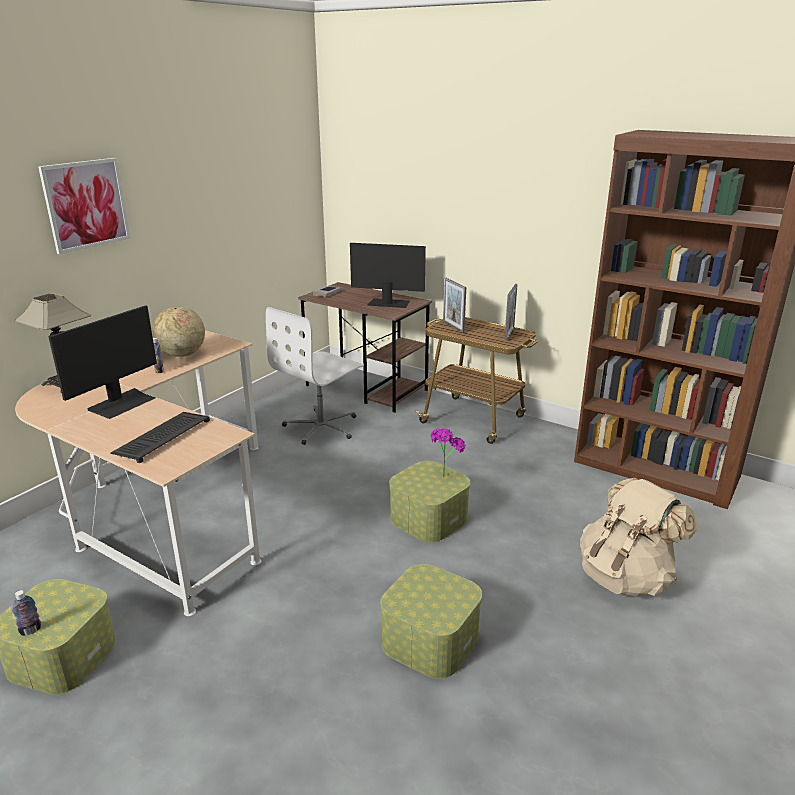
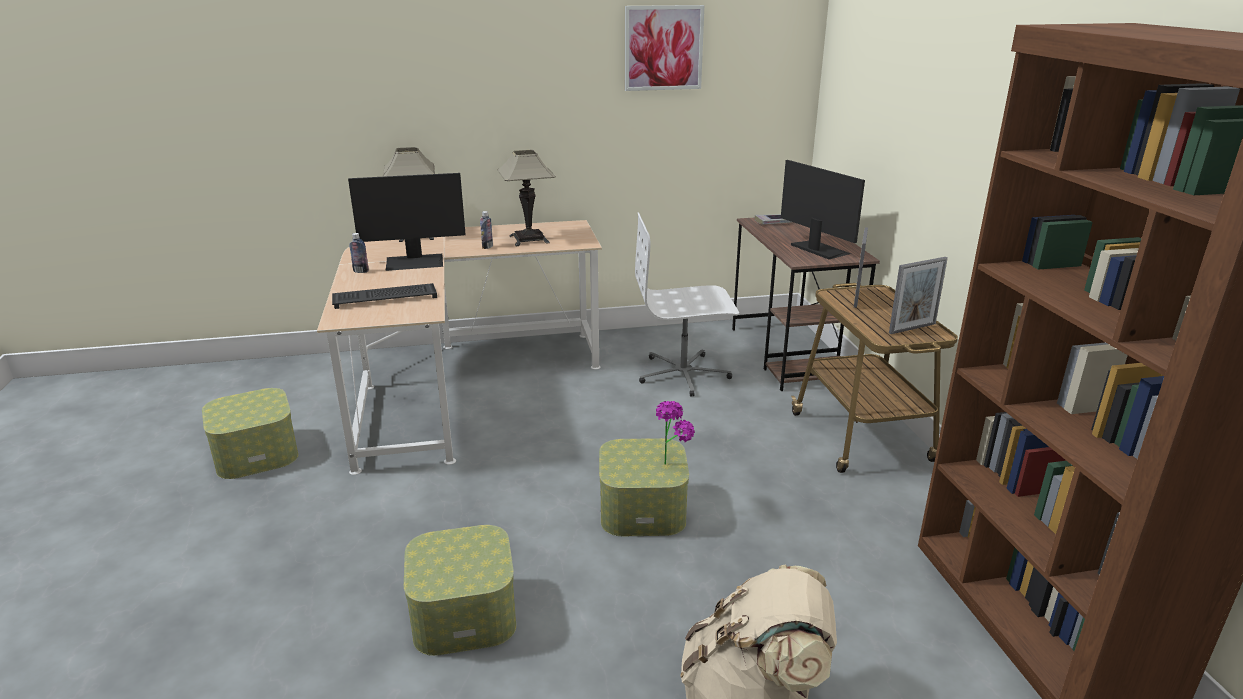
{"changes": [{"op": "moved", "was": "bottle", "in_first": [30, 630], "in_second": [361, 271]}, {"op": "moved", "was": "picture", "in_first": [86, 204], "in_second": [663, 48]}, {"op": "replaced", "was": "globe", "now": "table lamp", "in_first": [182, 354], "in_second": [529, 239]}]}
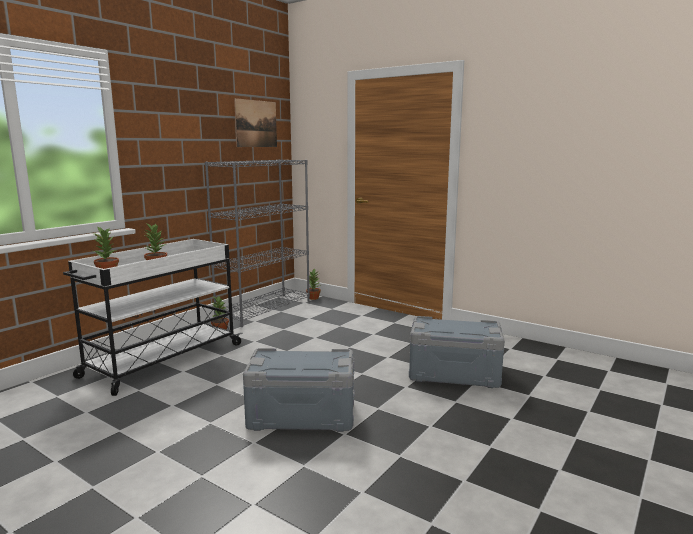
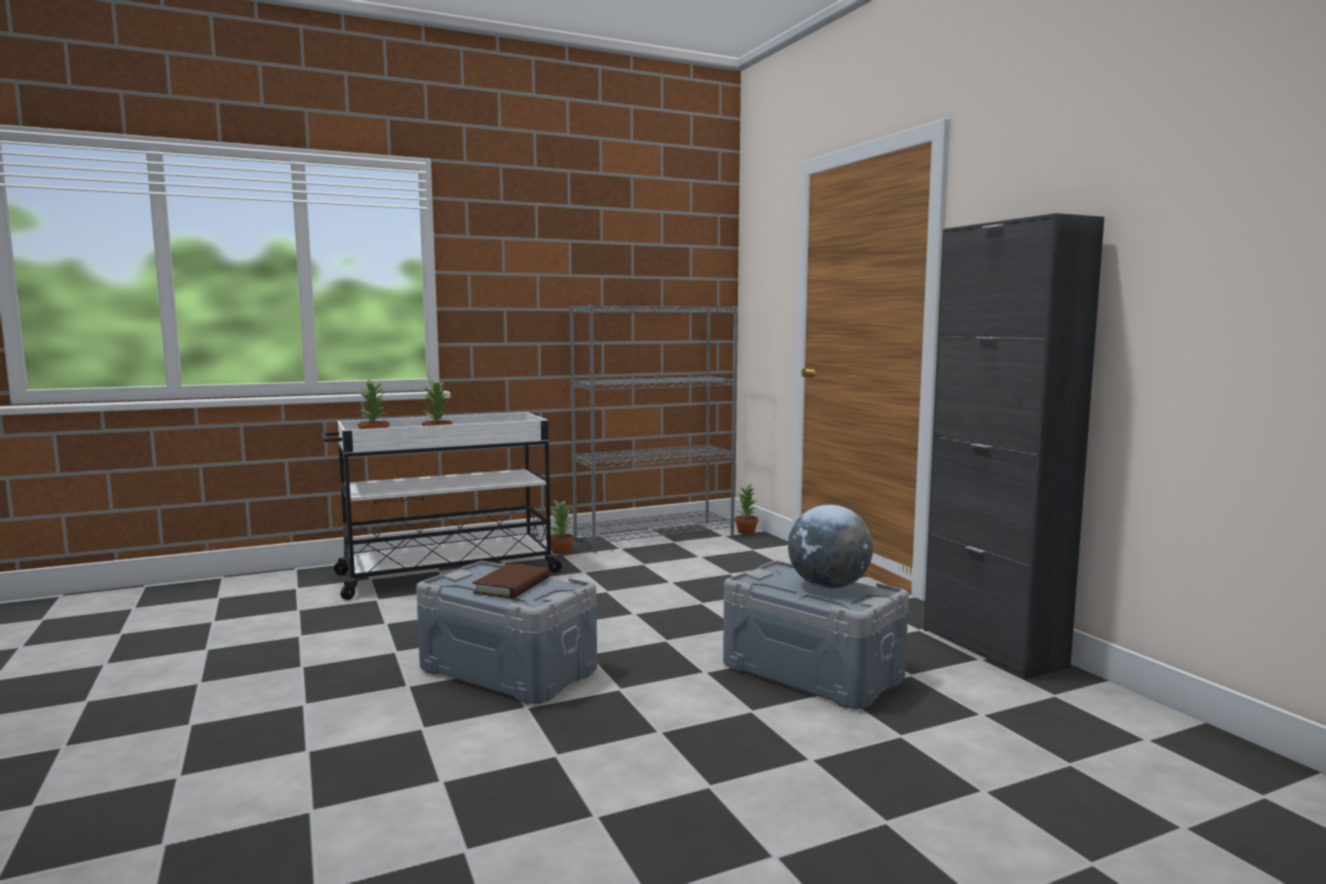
{"changes": [{"op": "removed", "was": "picture", "in_first": [256, 123]}, {"op": "added", "now": "brown book", "in_second": [512, 585]}, {"op": "added", "now": "globe", "in_second": [829, 586]}, {"op": "added", "now": "black cabinet", "in_second": [992, 648]}]}
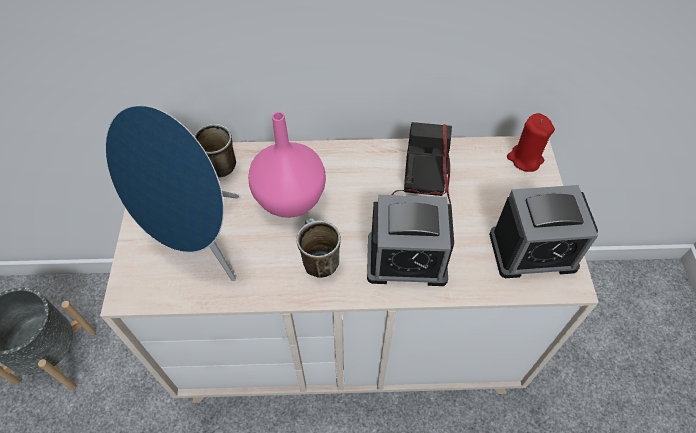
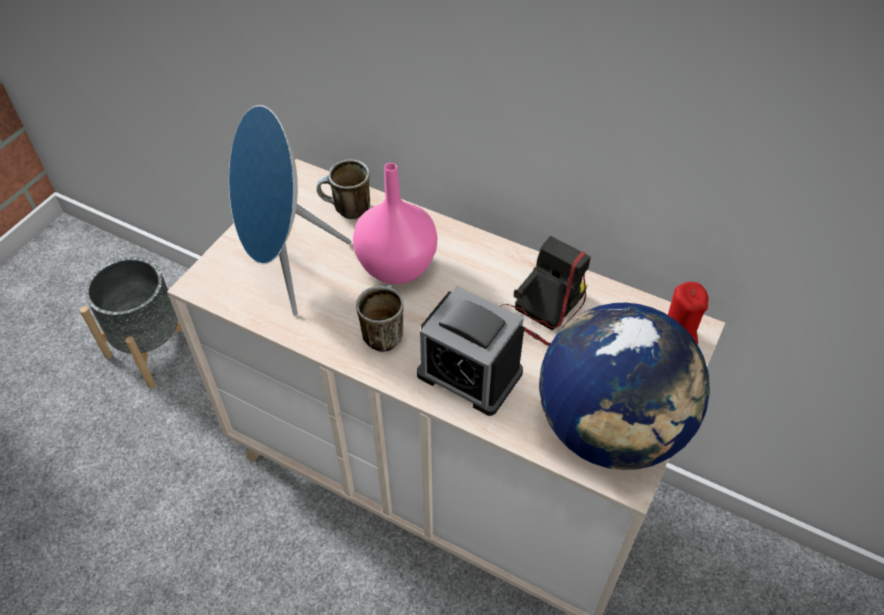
{"changes": [{"op": "replaced", "was": "alarm clock", "now": "globe", "in_first": [532, 251], "in_second": [610, 429]}]}
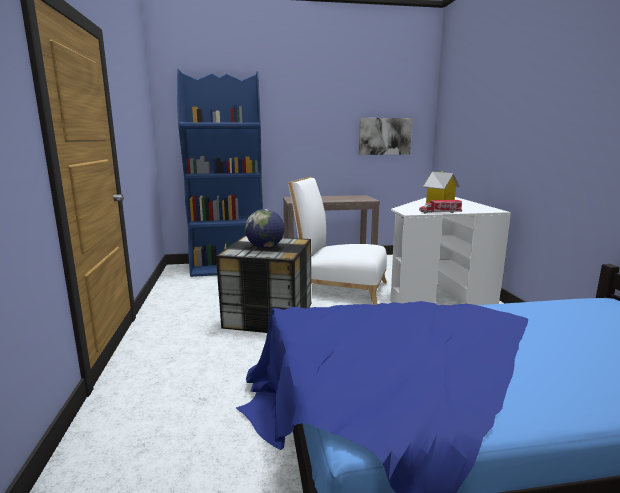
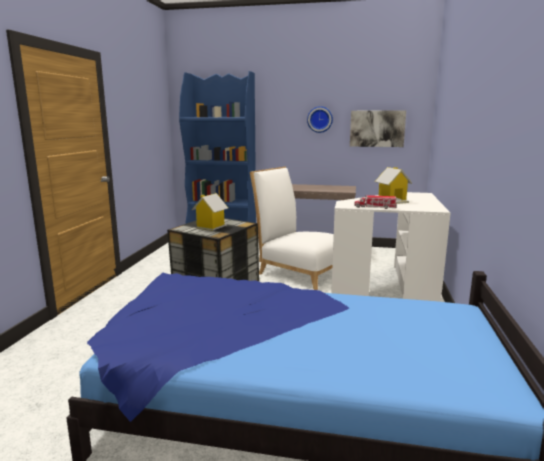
{"changes": [{"op": "replaced", "was": "globe", "now": "toy house", "in_first": [265, 247], "in_second": [210, 227]}, {"op": "added", "now": "wall clock", "in_second": [320, 119]}]}
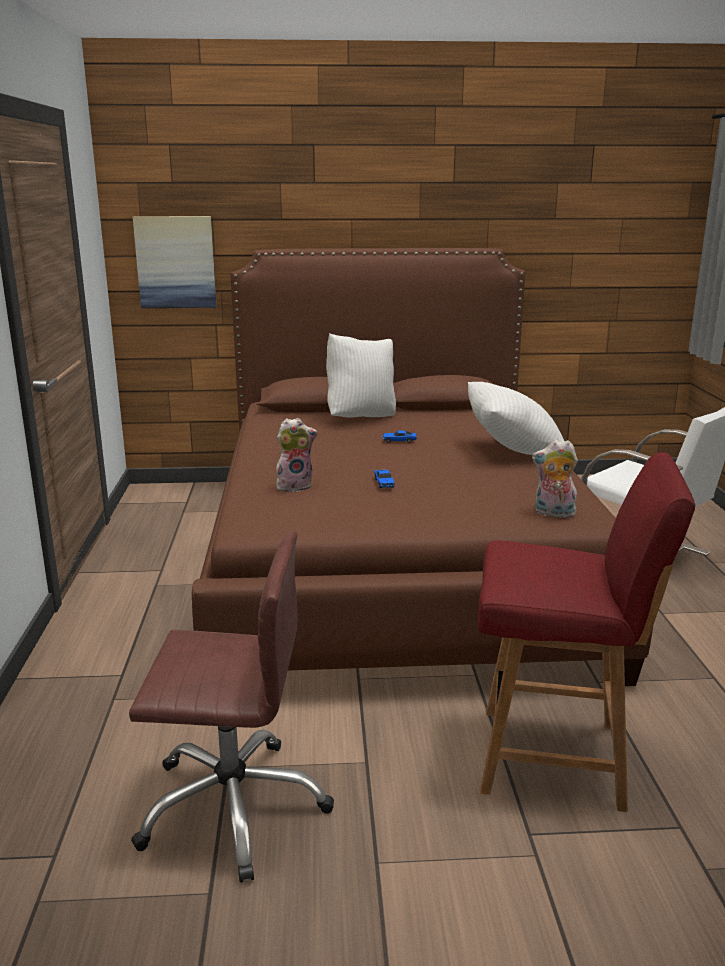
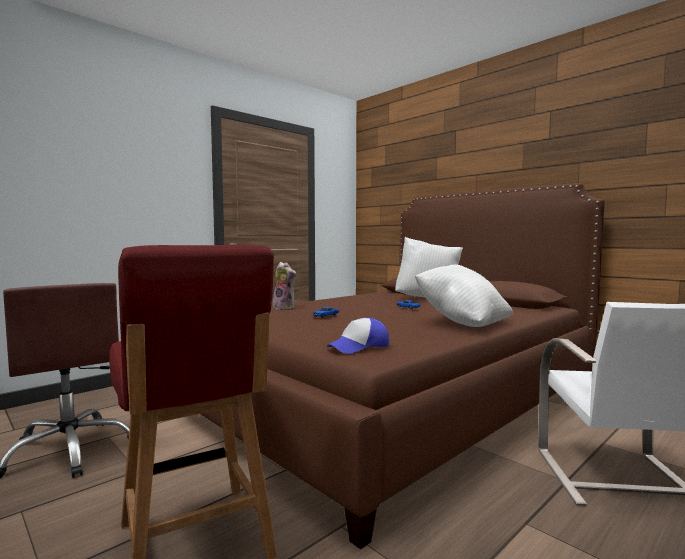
{"changes": [{"op": "removed", "was": "picture", "in_first": [176, 262]}, {"op": "replaced", "was": "plush toy", "now": "cap", "in_first": [553, 514], "in_second": [359, 347]}]}
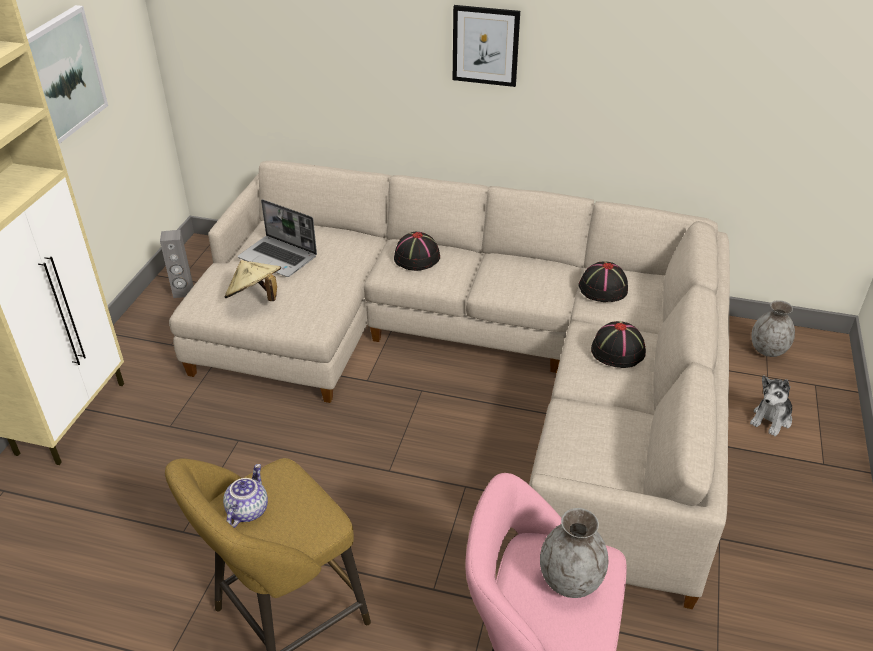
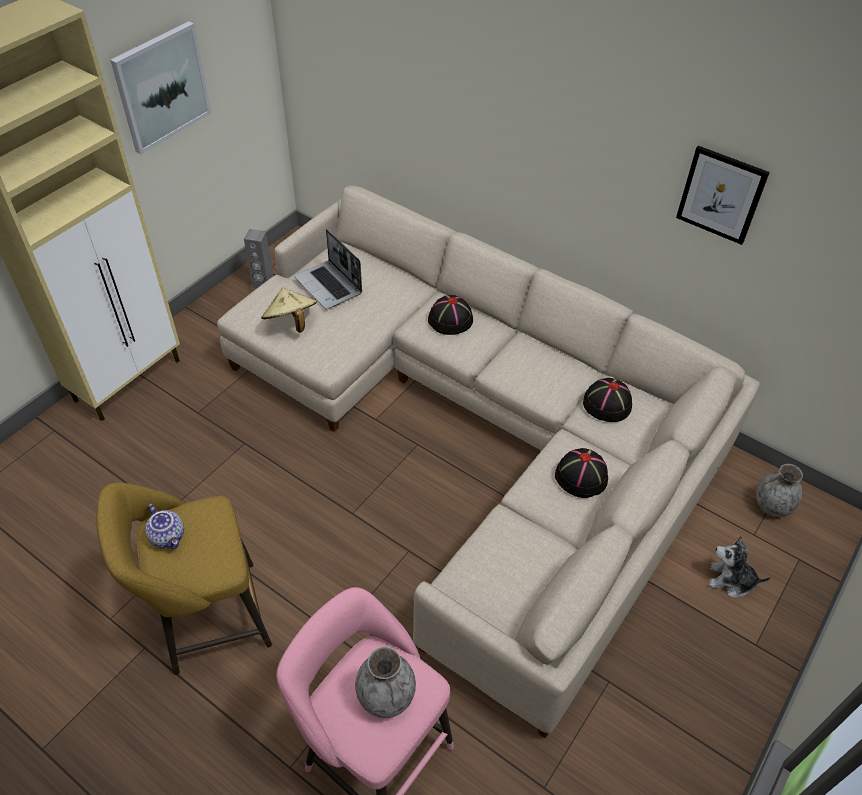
{"changes": [{"op": "turned", "was": "teapot", "in_first": [247, 510], "in_second": [169, 536], "clockwise": 105}, {"op": "moved", "was": "picture", "in_first": [485, 45], "in_second": [721, 195]}, {"op": "turned", "was": "plush toy", "in_first": [771, 419], "in_second": [731, 581], "clockwise": 45}]}
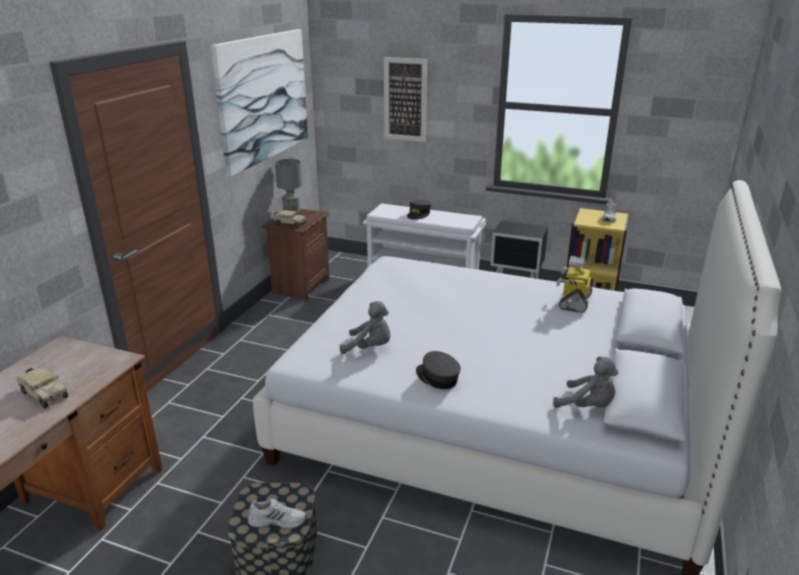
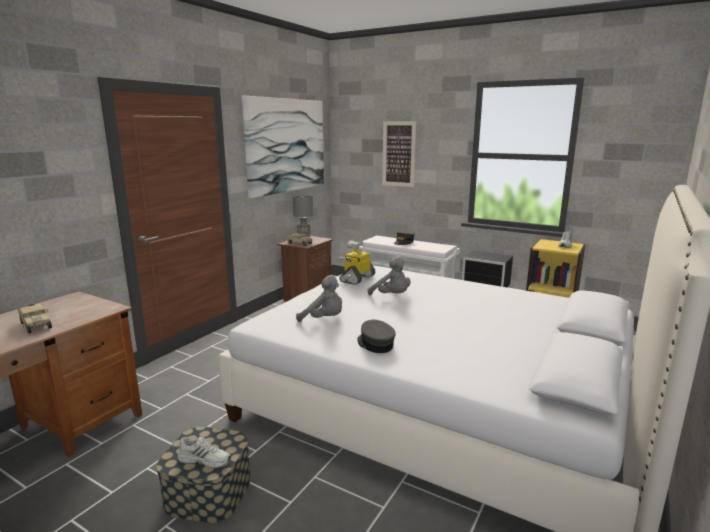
{"changes": [{"op": "moved", "was": "grey plush toy", "in_first": [588, 406], "in_second": [392, 296]}, {"op": "moved", "was": "toy robot", "in_first": [574, 301], "in_second": [357, 278]}]}
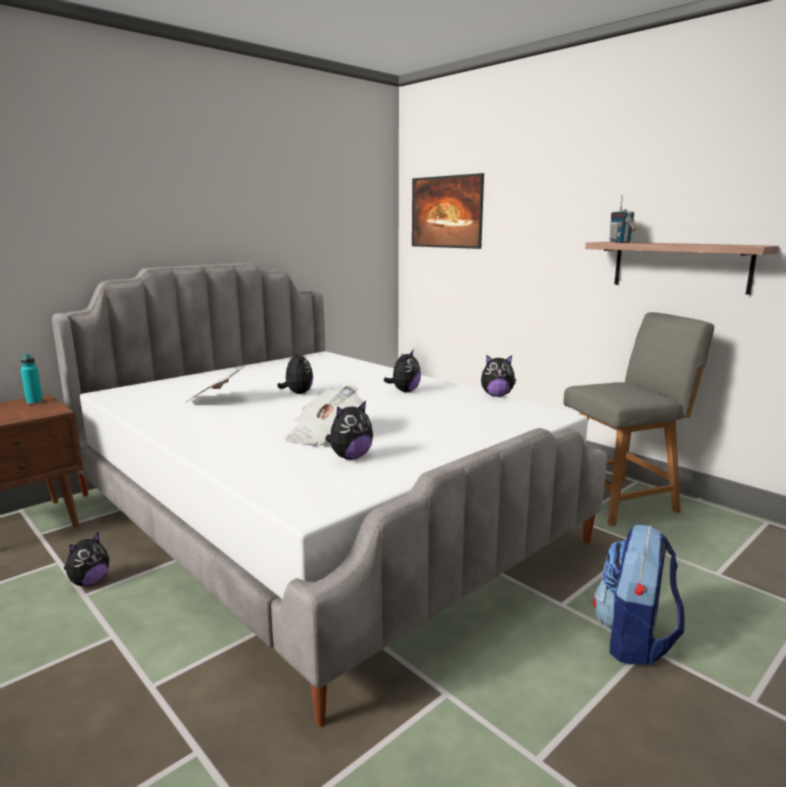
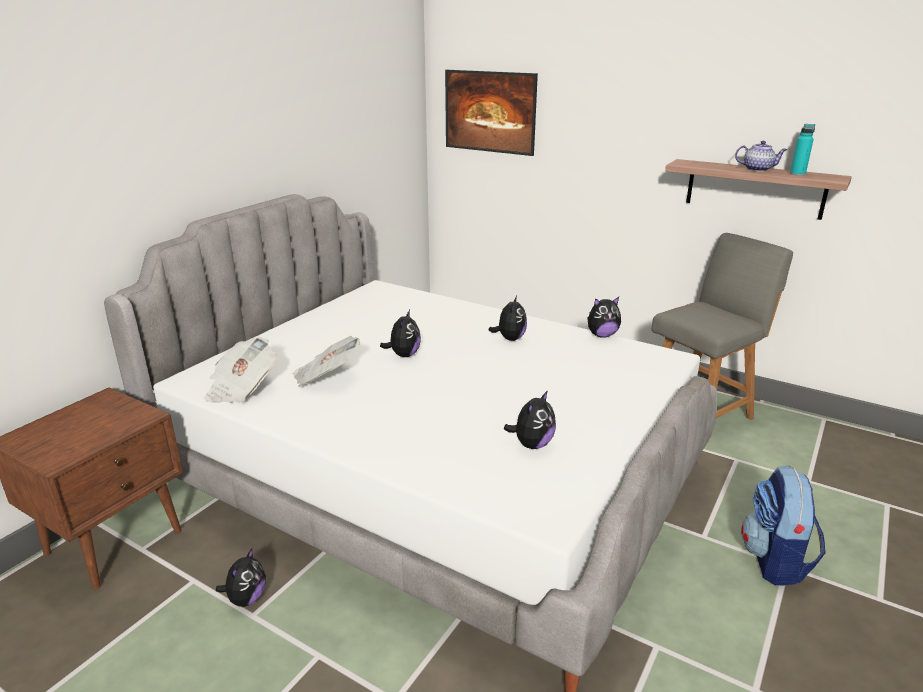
{"changes": [{"op": "moved", "was": "turquoise bottle", "in_first": [34, 402], "in_second": [797, 174]}, {"op": "turned", "was": "plush toy", "in_first": [297, 393], "in_second": [403, 355], "clockwise": 45}, {"op": "moved", "was": "newspaper", "in_first": [324, 435], "in_second": [241, 388]}, {"op": "removed", "was": "radio", "in_first": [620, 242]}, {"op": "added", "now": "teapot", "in_second": [758, 169]}]}
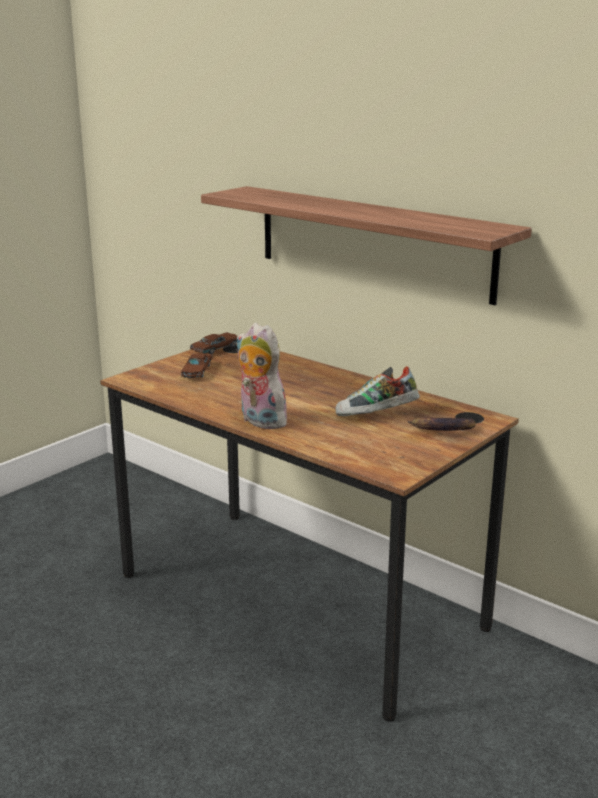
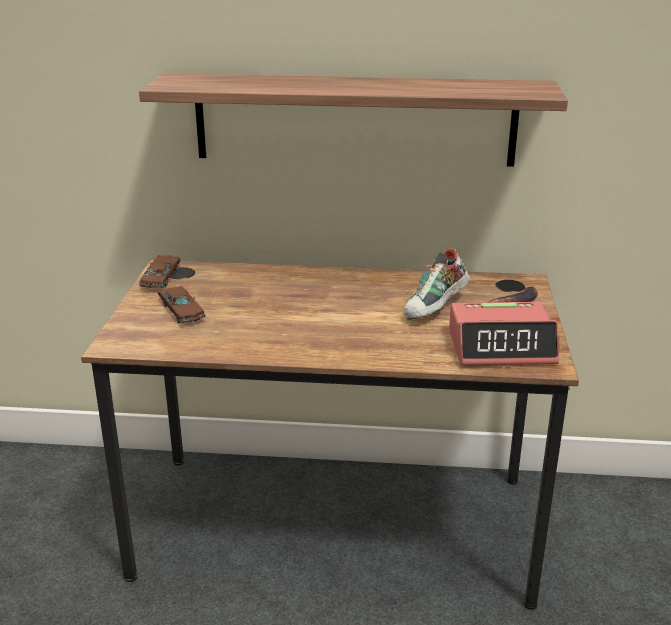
{"changes": [{"op": "removed", "was": "plush toy", "in_first": [259, 421]}, {"op": "added", "now": "alarm clock", "in_second": [502, 347]}]}
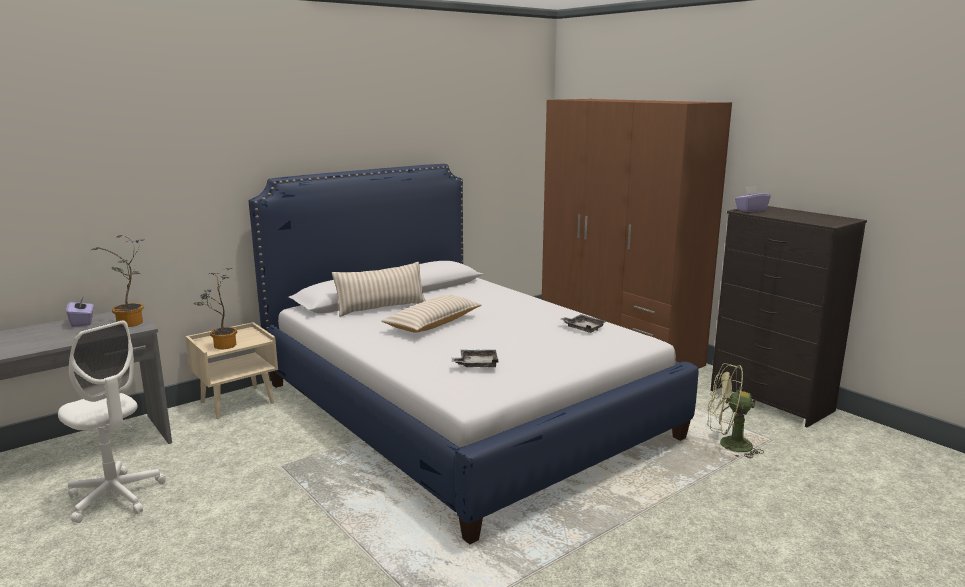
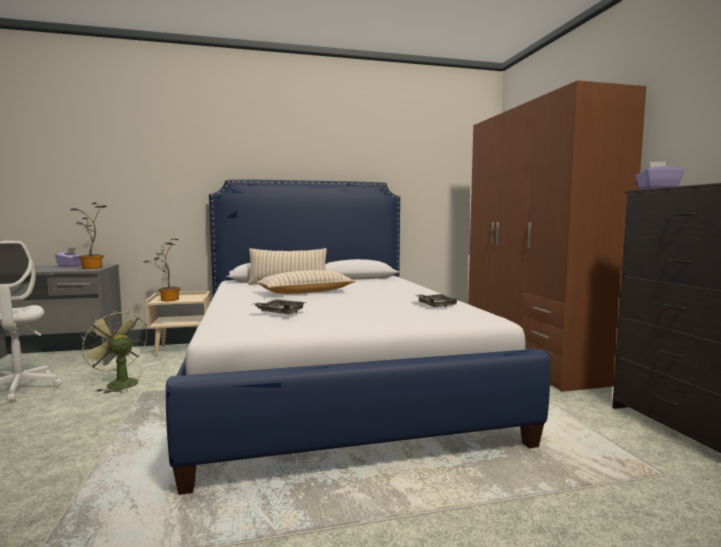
{"changes": [{"op": "moved", "was": "green fan", "in_first": [728, 445], "in_second": [118, 384]}]}
